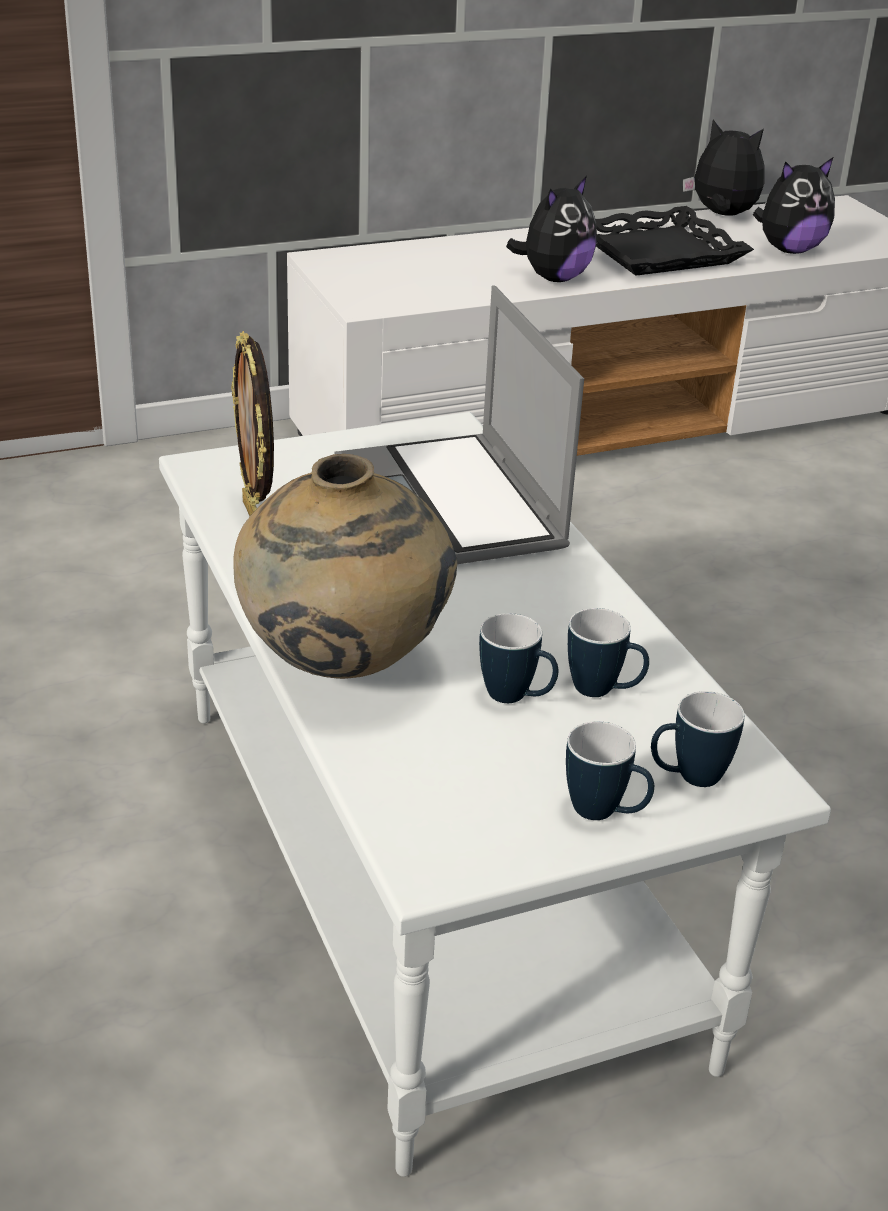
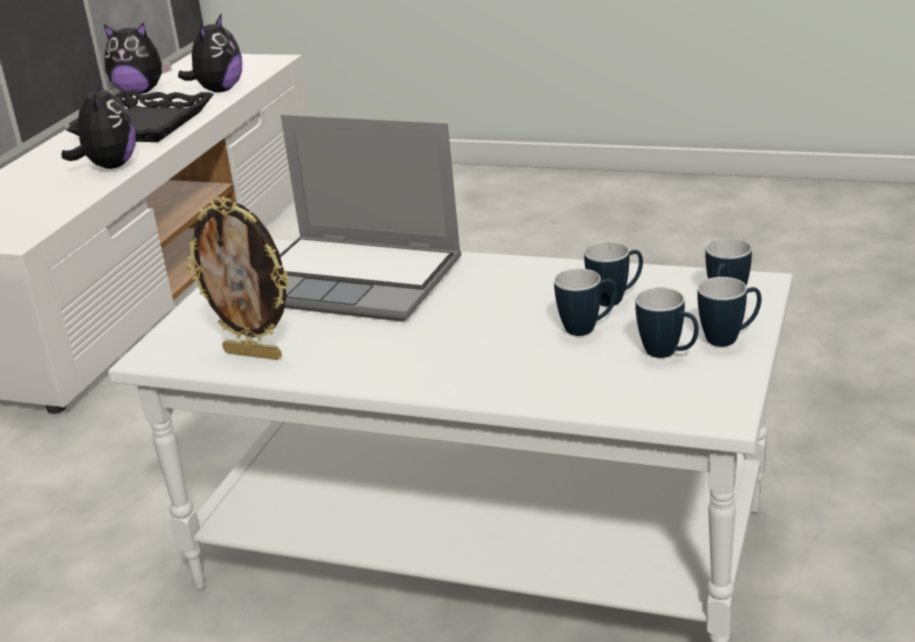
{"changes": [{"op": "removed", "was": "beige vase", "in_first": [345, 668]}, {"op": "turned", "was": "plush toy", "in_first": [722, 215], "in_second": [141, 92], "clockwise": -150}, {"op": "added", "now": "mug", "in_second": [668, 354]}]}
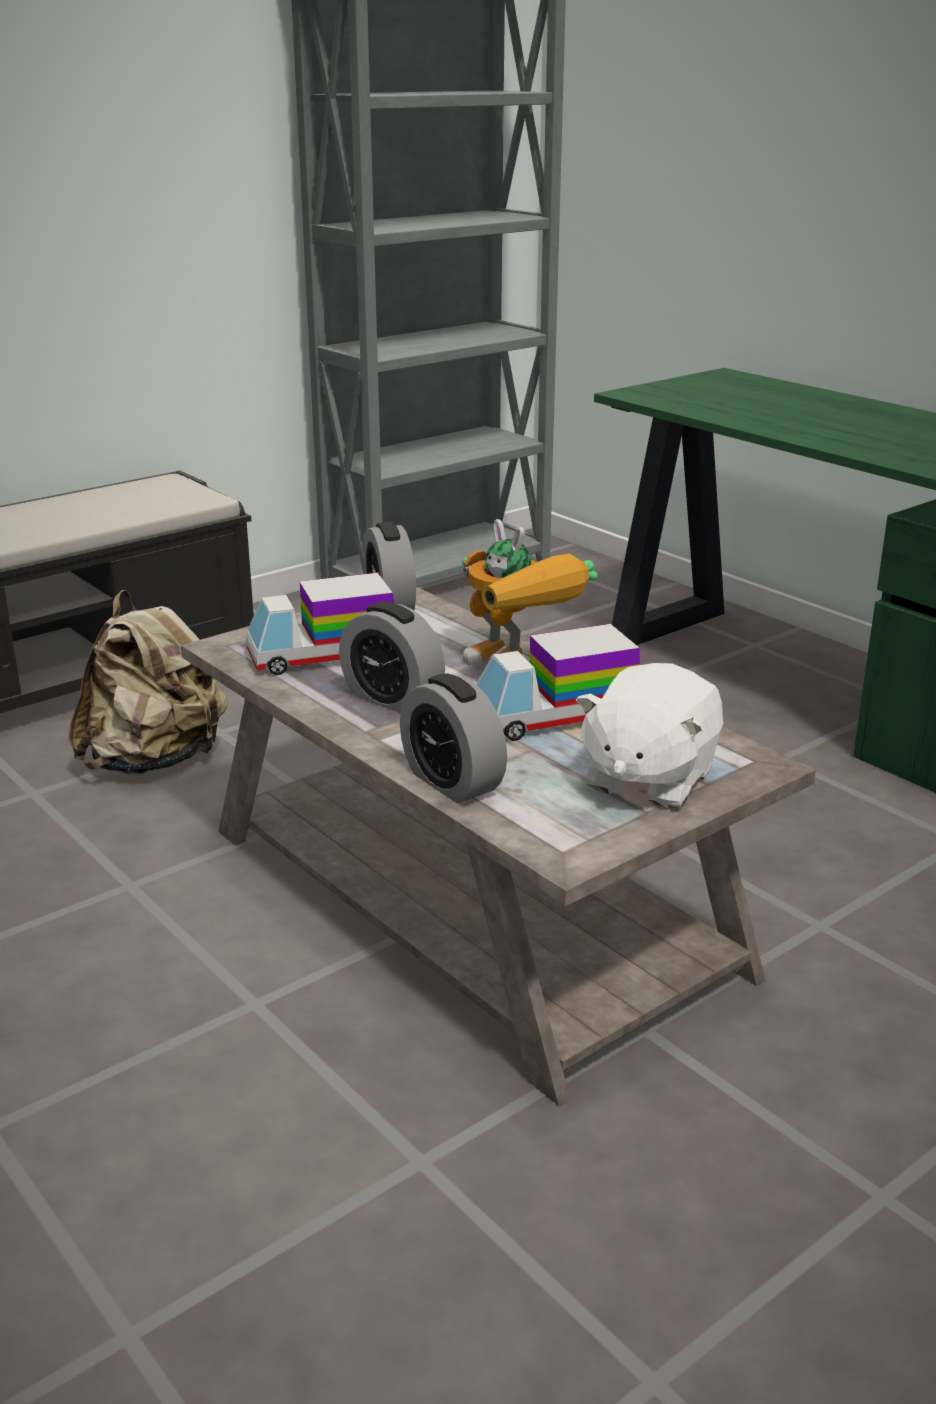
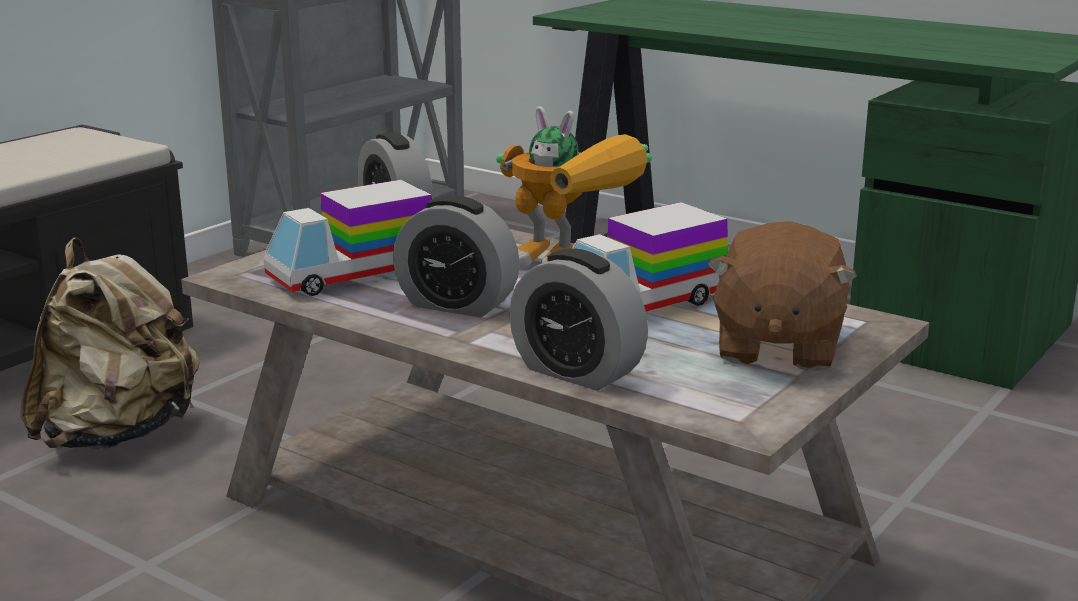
{"changes": [{"op": "recoloured", "was": "white plush toy", "now": "brown plush toy", "in_first": [647, 779], "in_second": [776, 347]}]}
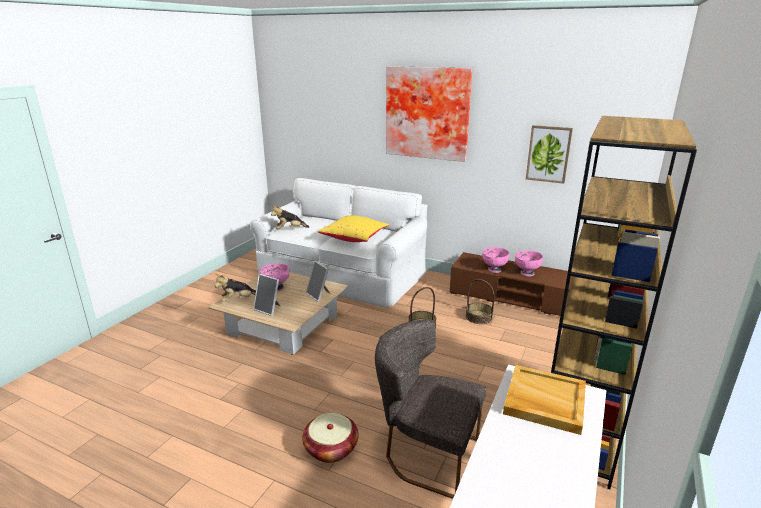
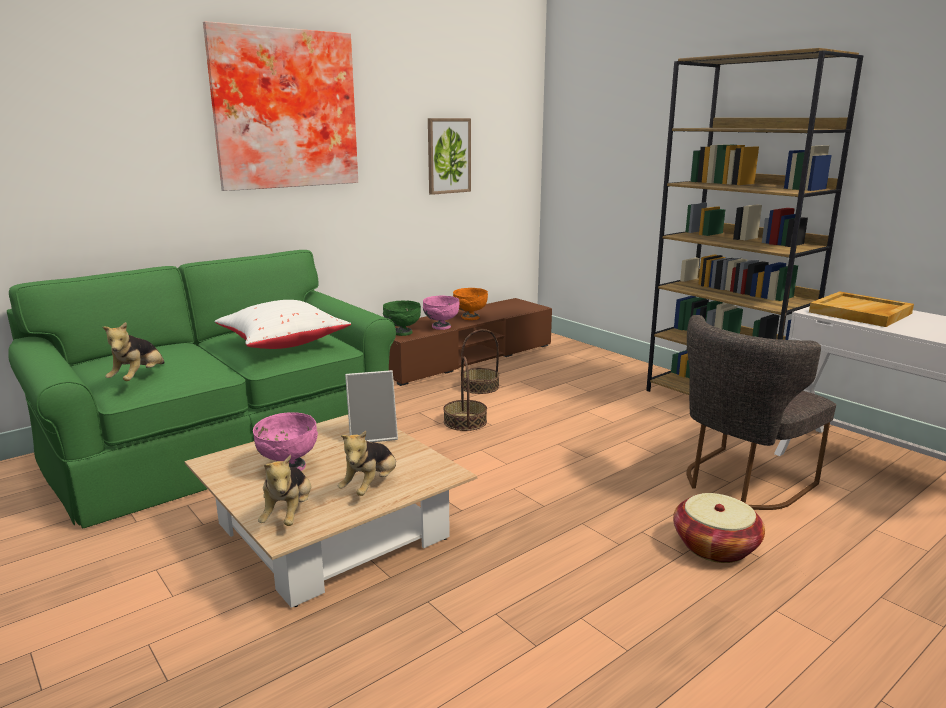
{"changes": [{"op": "recoloured", "was": "white sofa", "now": "green sofa", "in_first": [342, 274], "in_second": [224, 442]}, {"op": "replaced", "was": "picture frame", "now": "plush toy", "in_first": [269, 309], "in_second": [370, 486]}, {"op": "recoloured", "was": "yellow pillow", "now": "white pillow", "in_first": [354, 238], "in_second": [282, 343]}, {"op": "recoloured", "was": "pink bowl", "now": "orange bowl", "in_first": [526, 273], "in_second": [470, 318]}, {"op": "added", "now": "green bowl", "in_second": [402, 333]}]}
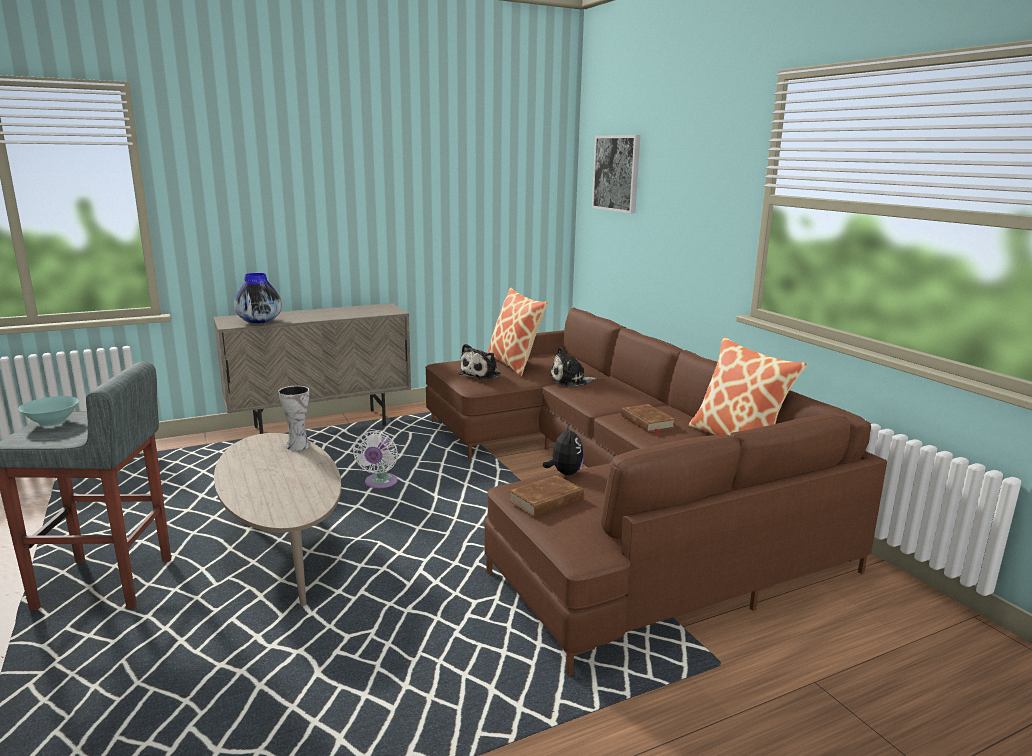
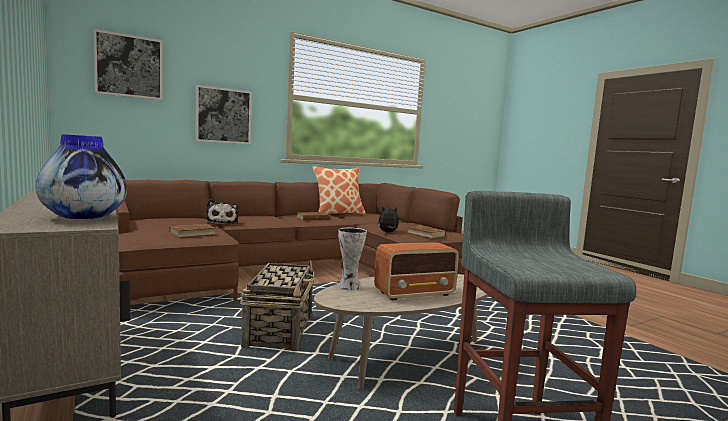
{"changes": [{"op": "removed", "was": "turquoise bowl", "in_first": [52, 422]}, {"op": "replaced", "was": "white fan", "now": "basket", "in_first": [379, 484], "in_second": [279, 330]}, {"op": "replaced", "was": "plush toy", "now": "brown book", "in_first": [482, 374], "in_second": [192, 234]}, {"op": "removed", "was": "pillow", "in_first": [514, 364]}, {"op": "added", "now": "picture", "in_second": [223, 115]}, {"op": "added", "now": "radio", "in_second": [415, 293]}]}
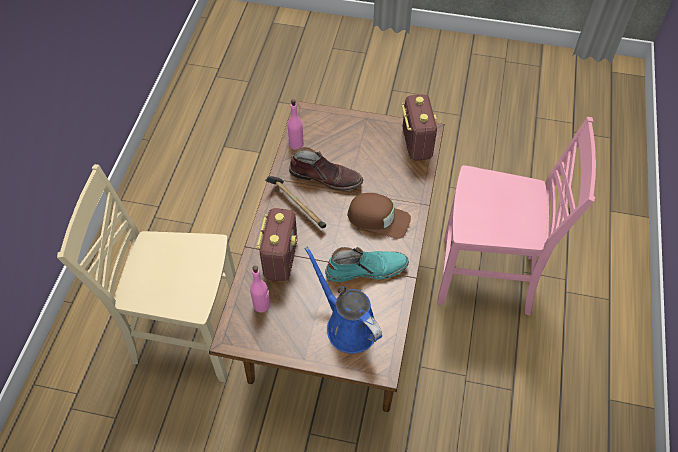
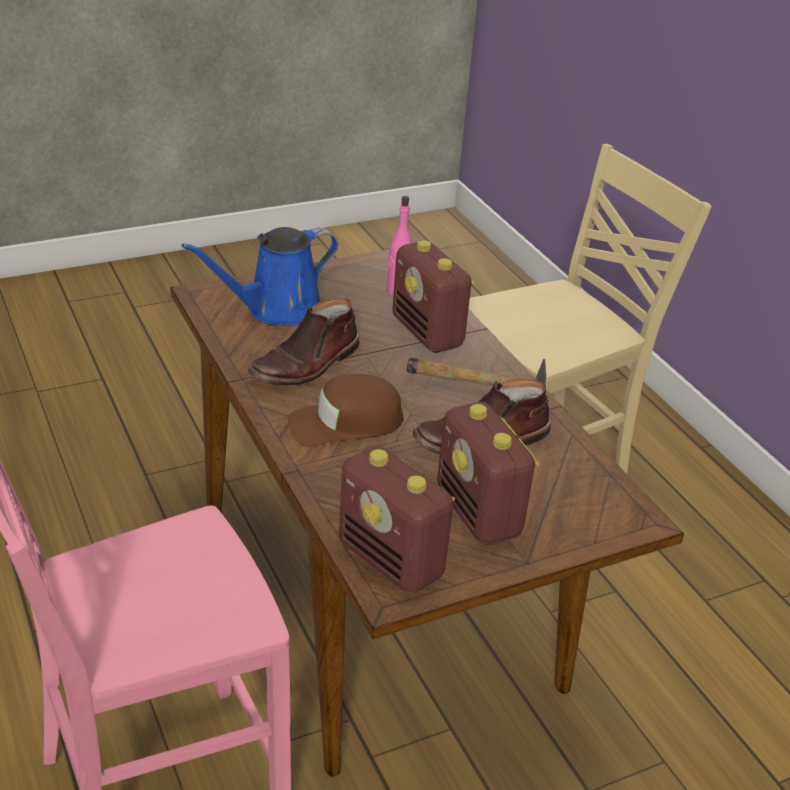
{"changes": [{"op": "removed", "was": "pink bottle", "in_first": [296, 144]}, {"op": "turned", "was": "blue watering can", "in_first": [347, 325], "in_second": [277, 310], "clockwise": 135}, {"op": "recoloured", "was": "turquoise boot", "now": "brown boot", "in_first": [366, 268], "in_second": [306, 365]}, {"op": "added", "now": "radio", "in_second": [479, 513]}]}
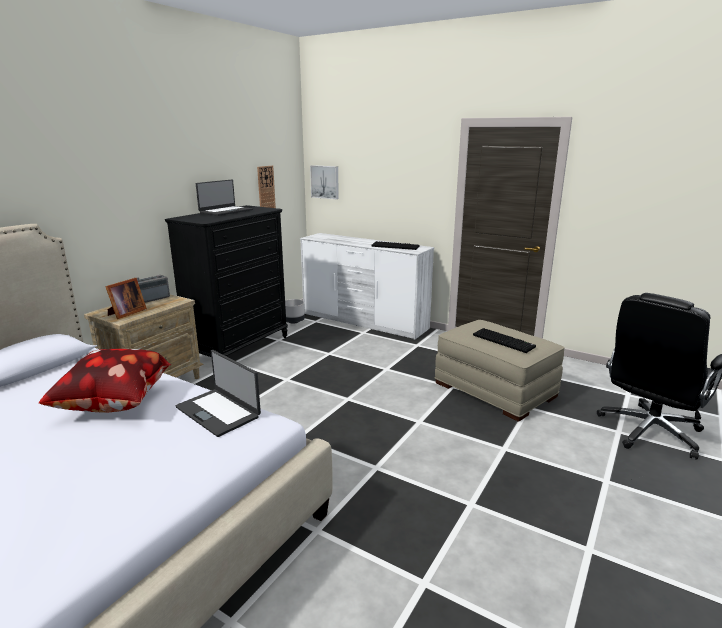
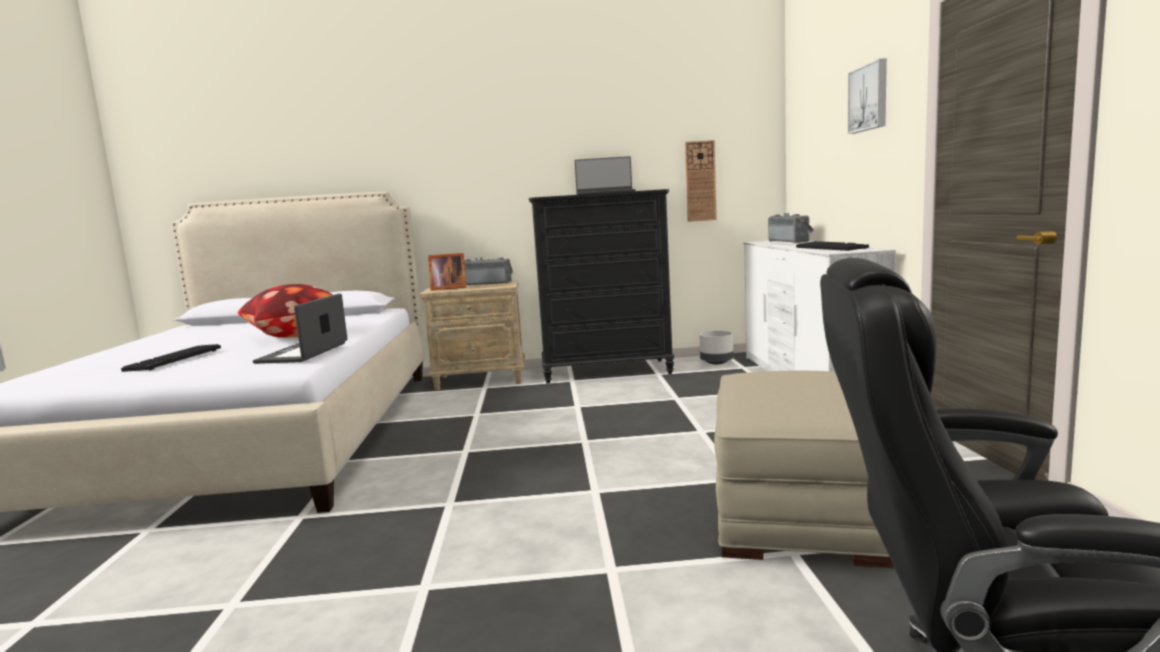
{"changes": [{"op": "moved", "was": "picture", "in_first": [325, 182], "in_second": [869, 98]}, {"op": "moved", "was": "keyboard", "in_first": [504, 341], "in_second": [175, 360]}, {"op": "added", "now": "radio", "in_second": [790, 241]}]}
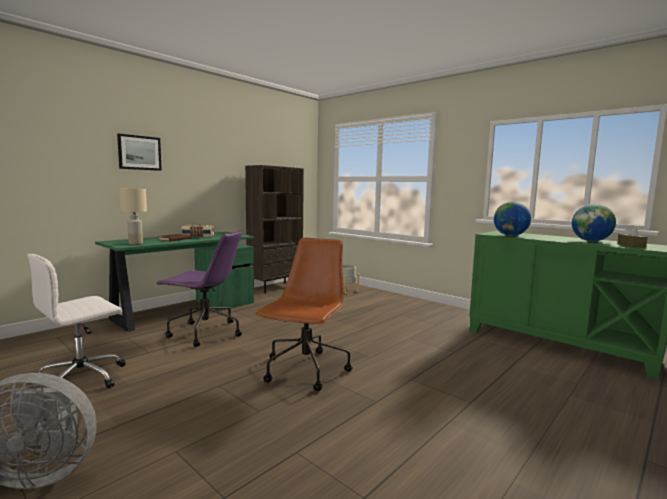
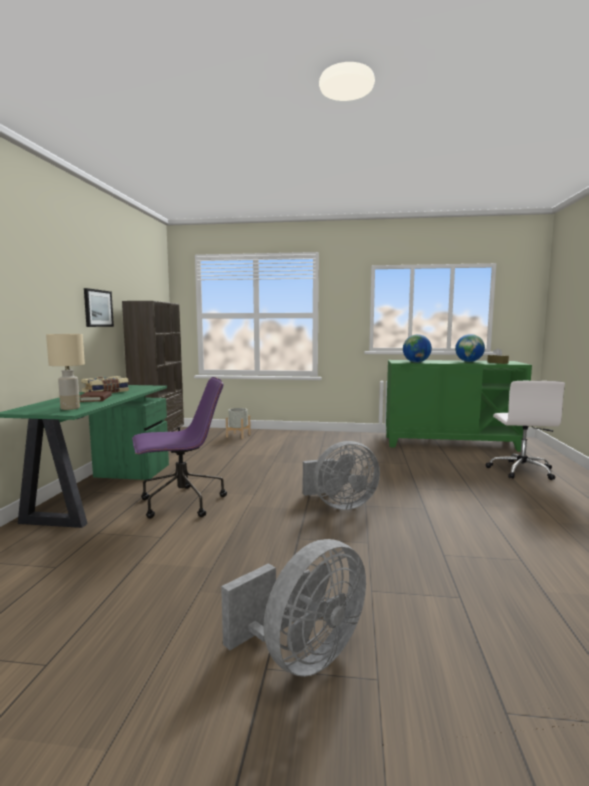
{"changes": [{"op": "moved", "was": "white office chair", "in_first": [83, 378], "in_second": [521, 470]}, {"op": "moved", "was": "picture", "in_first": [139, 152], "in_second": [98, 308]}, {"op": "replaced", "was": "brown office chair", "now": "grey fan", "in_first": [305, 370], "in_second": [340, 505]}]}
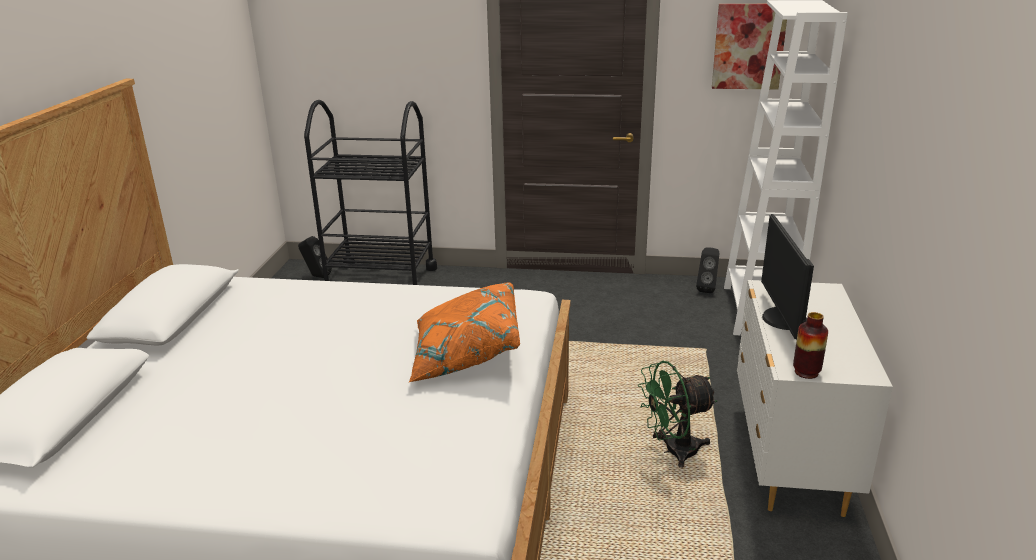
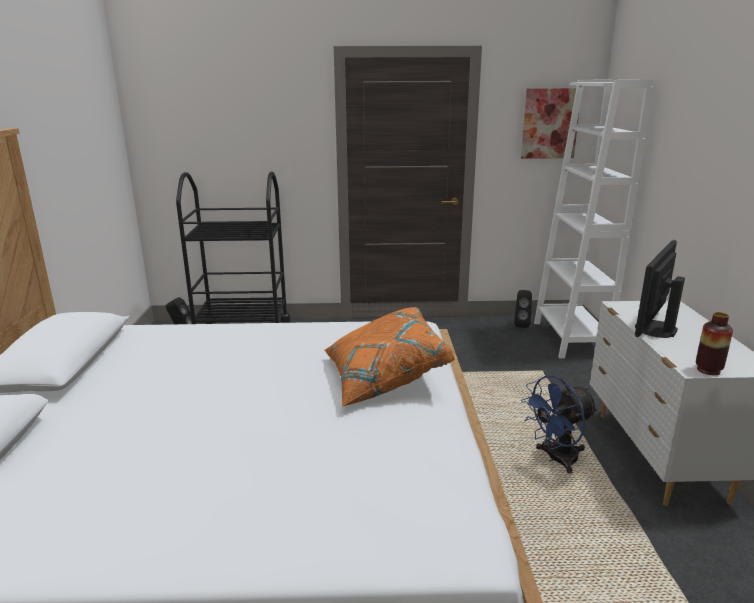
{"changes": [{"op": "recoloured", "was": "green fan", "now": "blue fan", "in_first": [673, 451], "in_second": [556, 459]}, {"op": "turned", "was": "monitor", "in_first": [782, 319], "in_second": [653, 329], "clockwise": 45}]}
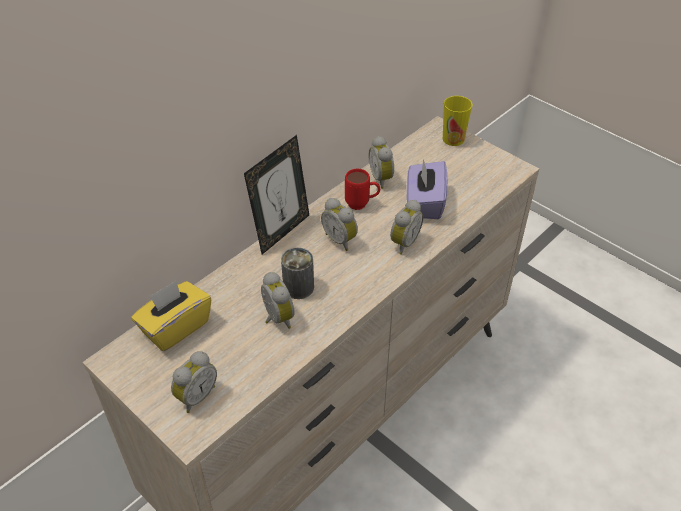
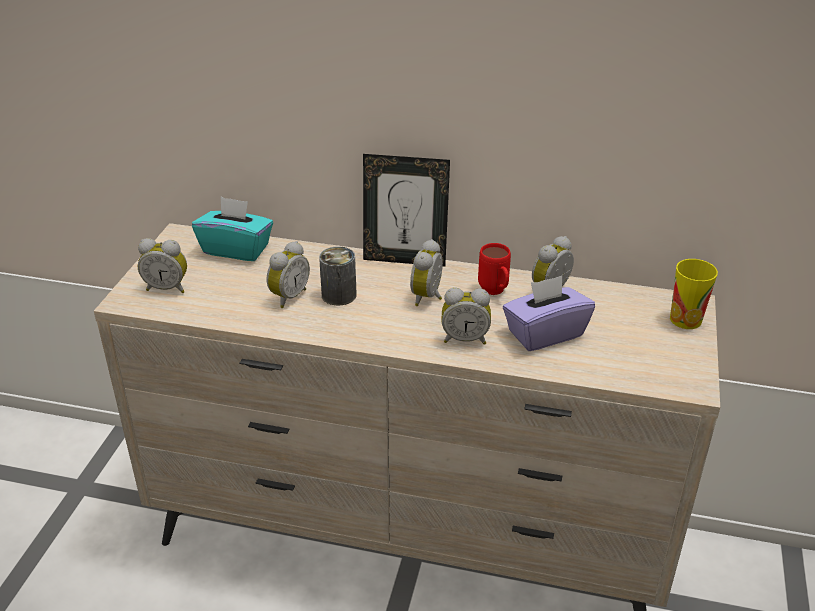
{"changes": [{"op": "recoloured", "was": "yellow tissue box", "now": "turquoise tissue box", "in_first": [175, 327], "in_second": [236, 249]}]}
